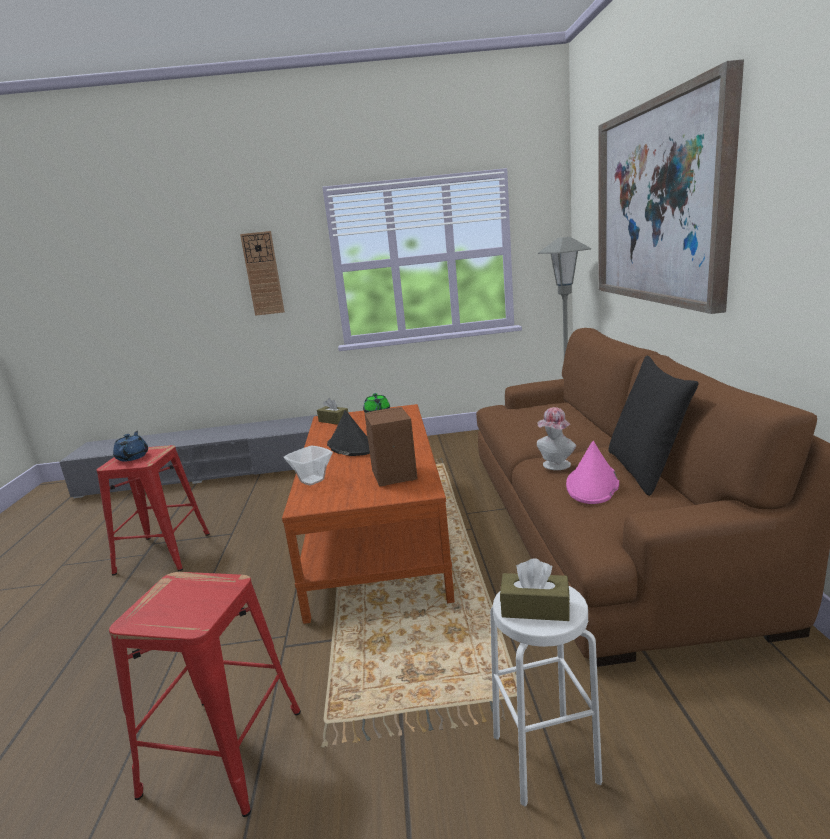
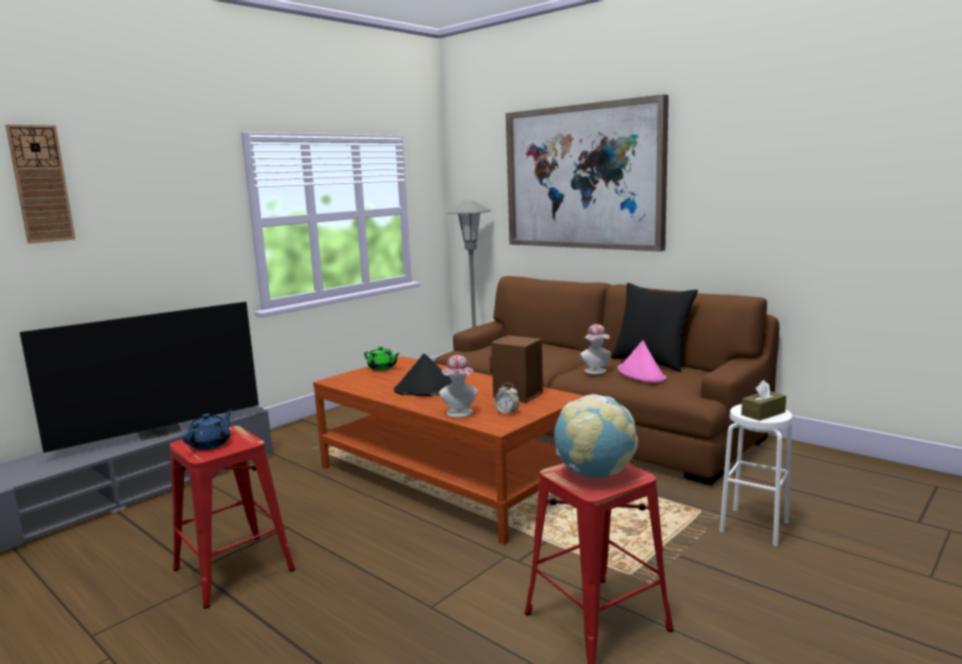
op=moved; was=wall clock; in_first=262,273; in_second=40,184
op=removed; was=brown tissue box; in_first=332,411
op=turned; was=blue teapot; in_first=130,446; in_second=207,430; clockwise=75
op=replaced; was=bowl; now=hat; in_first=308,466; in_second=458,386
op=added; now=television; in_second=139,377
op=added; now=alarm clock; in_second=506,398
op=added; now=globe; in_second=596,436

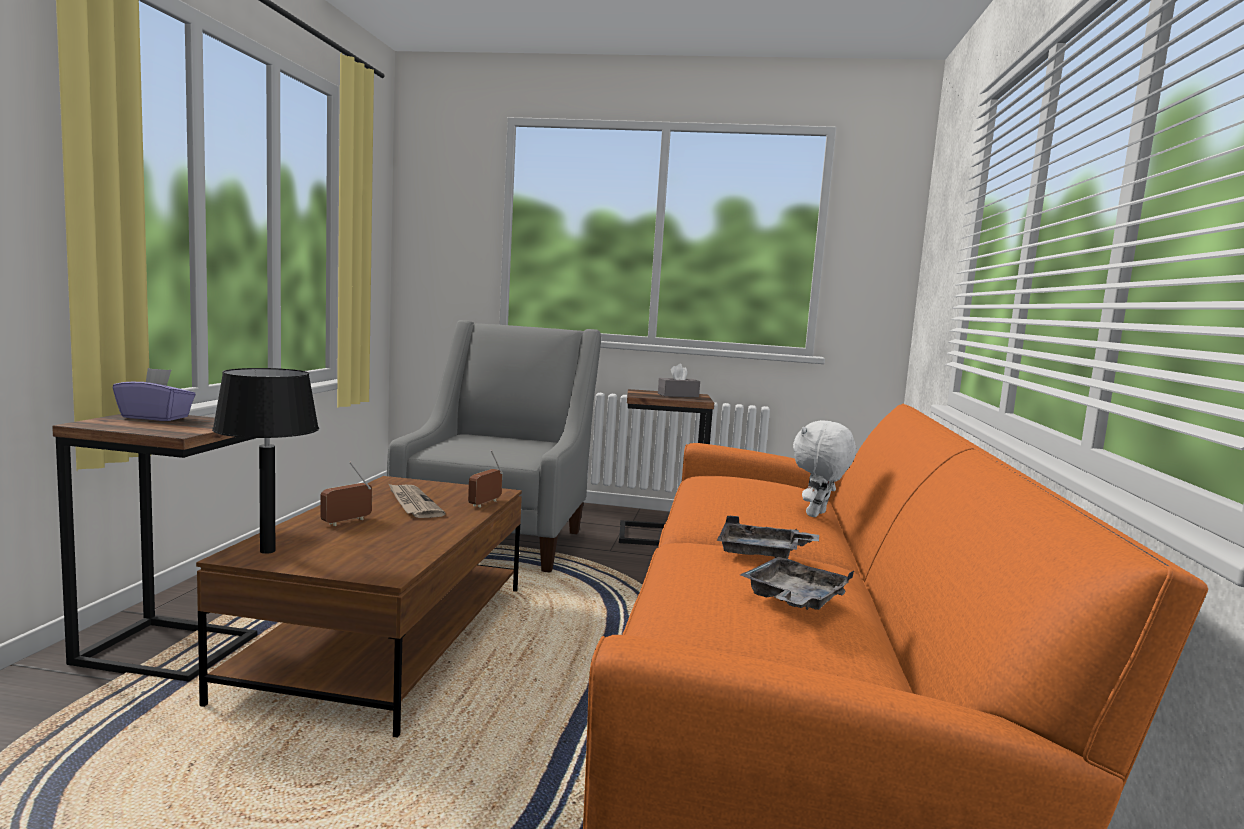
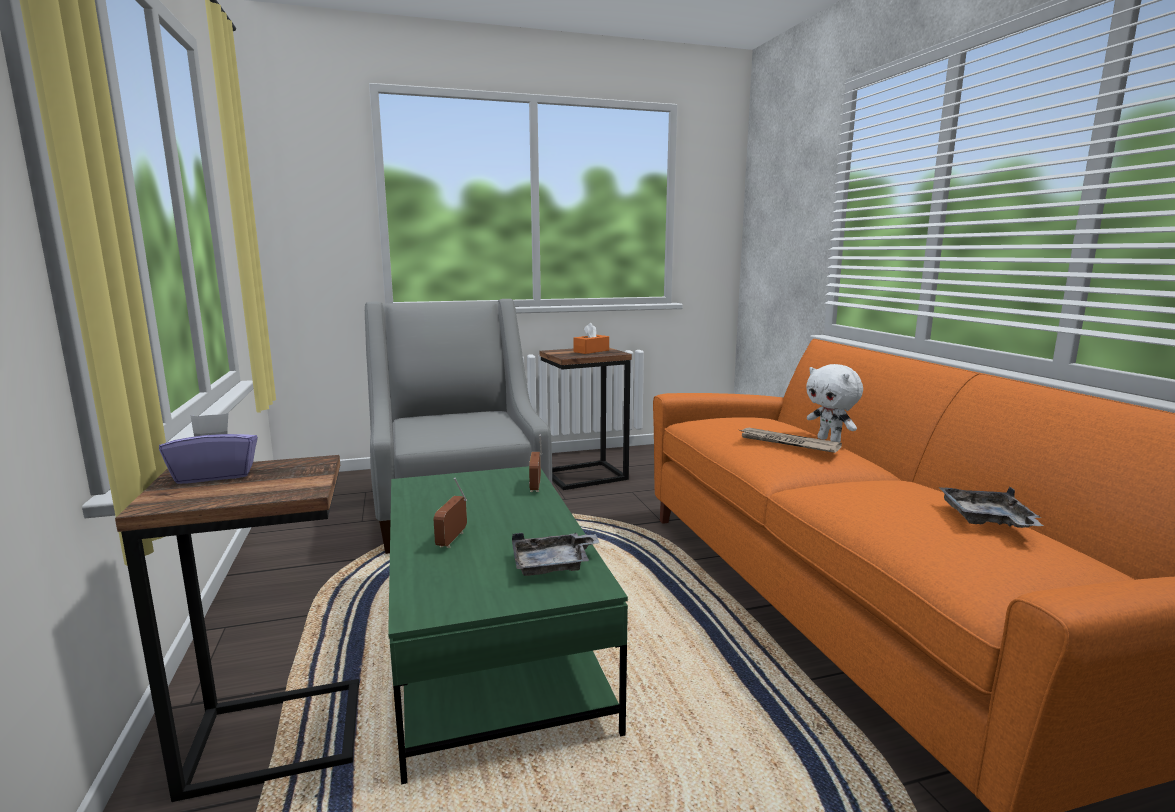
op=recoloured; was=grey tissue box; now=orange tissue box; in_first=679,380; in_second=591,338
op=removed; was=black table lamp; in_first=265,461
op=turned; was=white plush toy; in_first=824,468; in_second=834,403; clockwise=-45
op=recoloured; was=brown coffee table; now=green coffee table; in_first=359,607; in_second=508,625
op=moved; was=newspaper; in_first=416,500; in_second=790,440
op=moved; was=grey tray; in_first=768,537; in_second=555,554

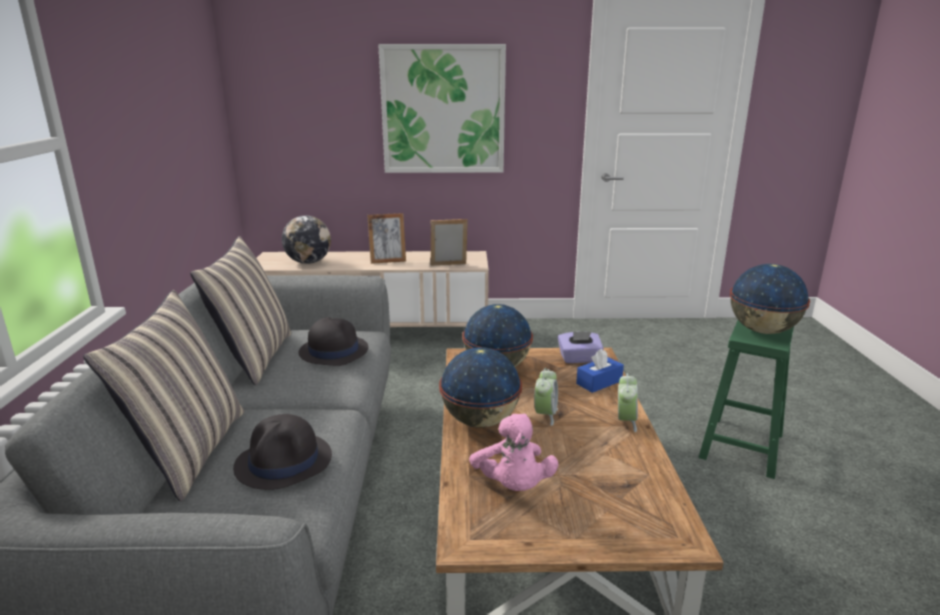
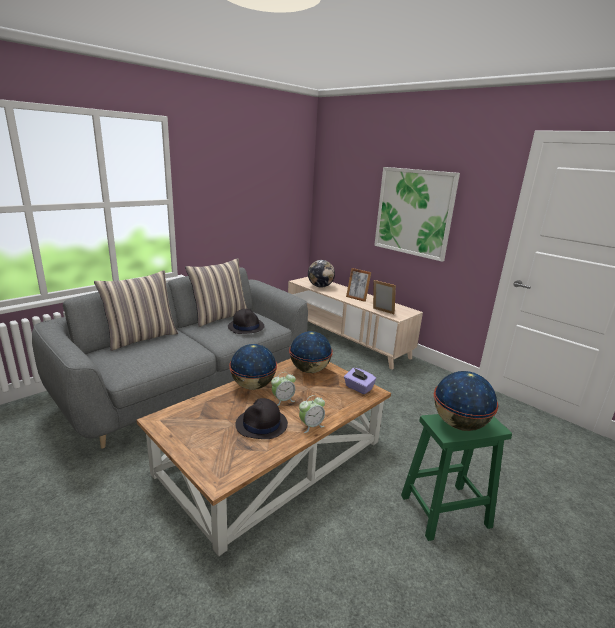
op=removed; was=blue tissue box; in_first=600,371
op=moved; was=black hat; in_first=282,452; in_second=261,418
op=removed; was=pink plush toy; in_first=514,452

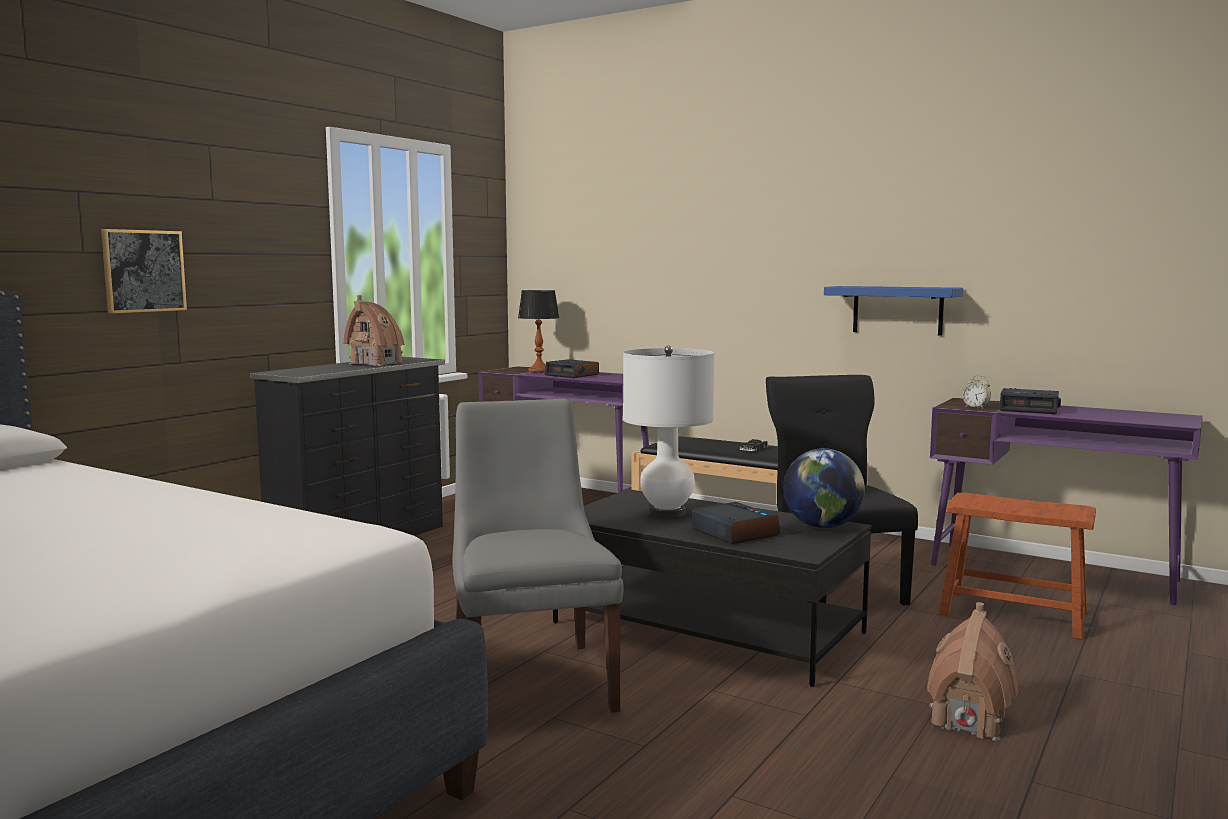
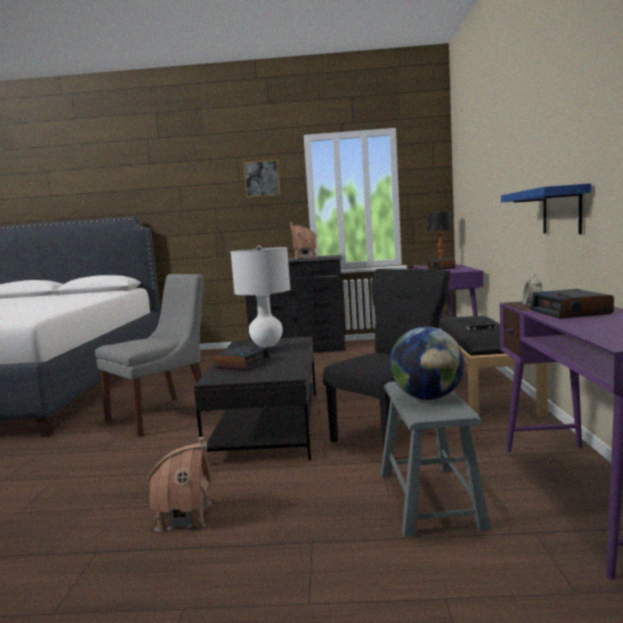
op=moved; was=picture; in_first=144,271; in_second=262,179
op=moved; was=globe; in_first=824,488; in_second=427,363
op=recoloured; was=brown stool; now=grey stool; in_first=1017,566; in_second=436,459

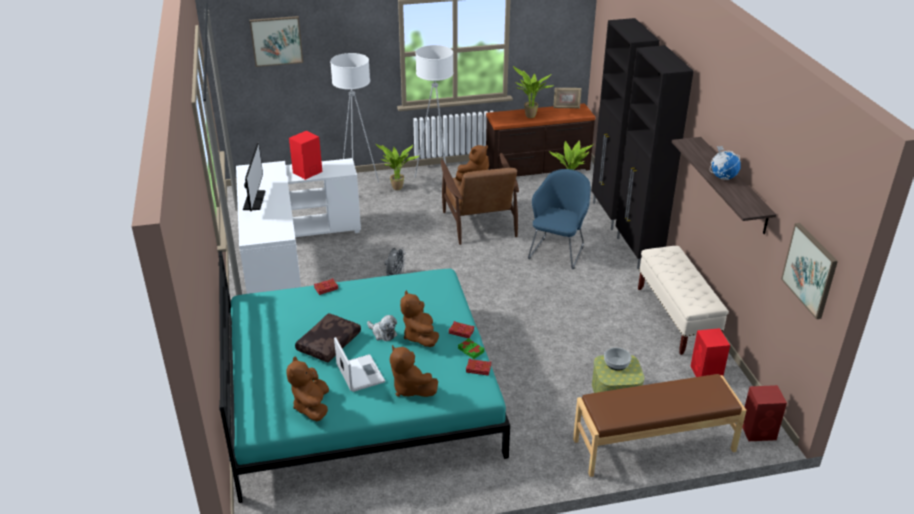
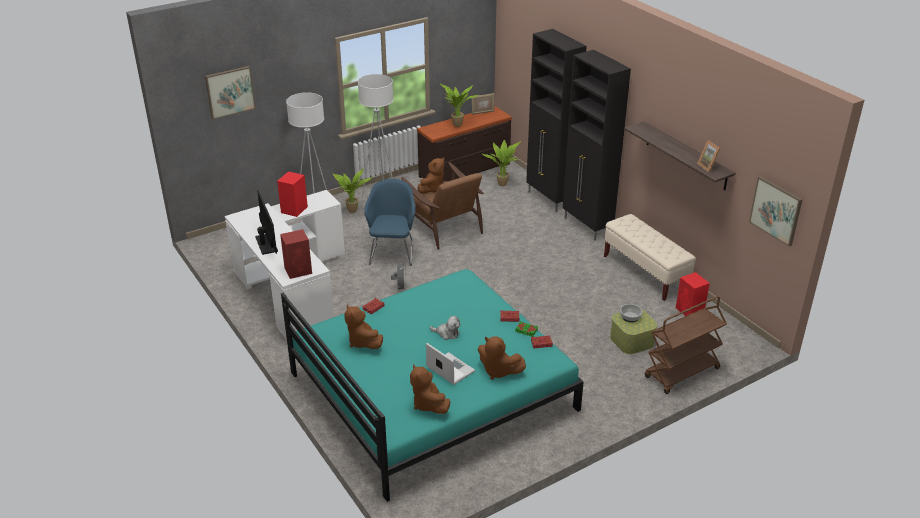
op=removed; was=globe; in_first=725,163
op=moved; was=blue armchair; in_first=559,219; in_second=390,222
op=moved; was=brown plush toy; in_first=419,318; in_second=363,326
op=removed; was=brown pillow; in_first=328,337
op=replaced; was=brown bench; now=brown cart; in_first=660,425; in_second=686,345
op=moved; was=red speaker; in_first=764,413; in_second=296,254
op=added; now=picture frame; in_second=709,156

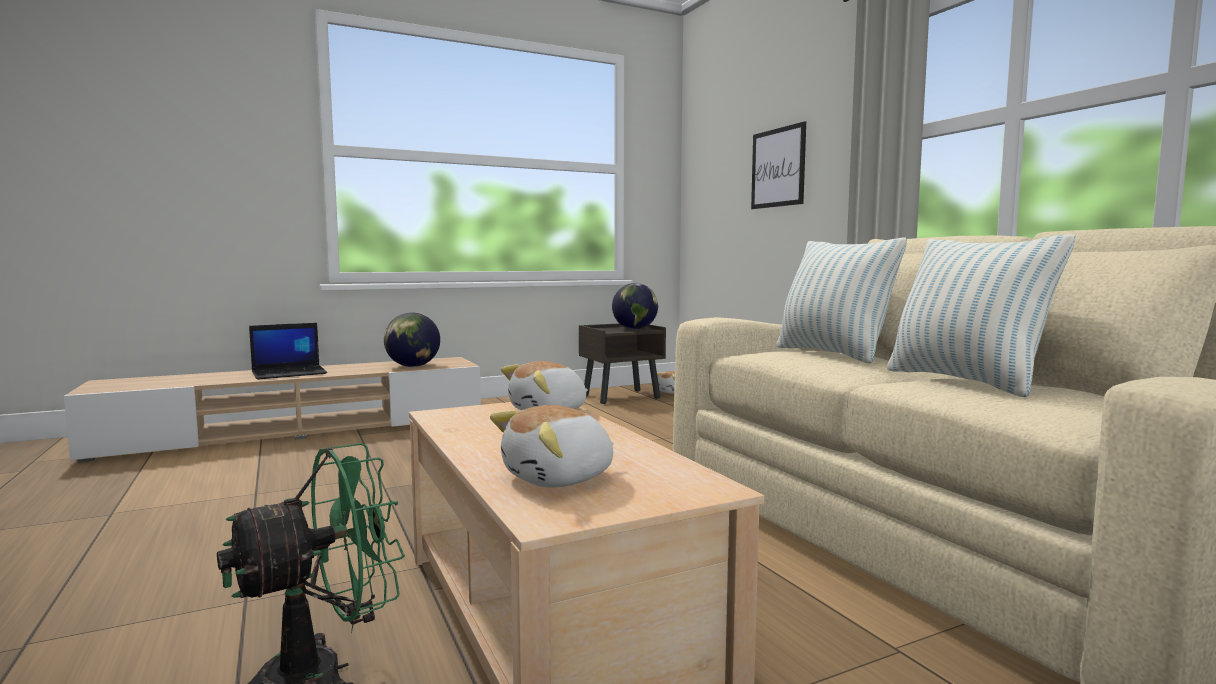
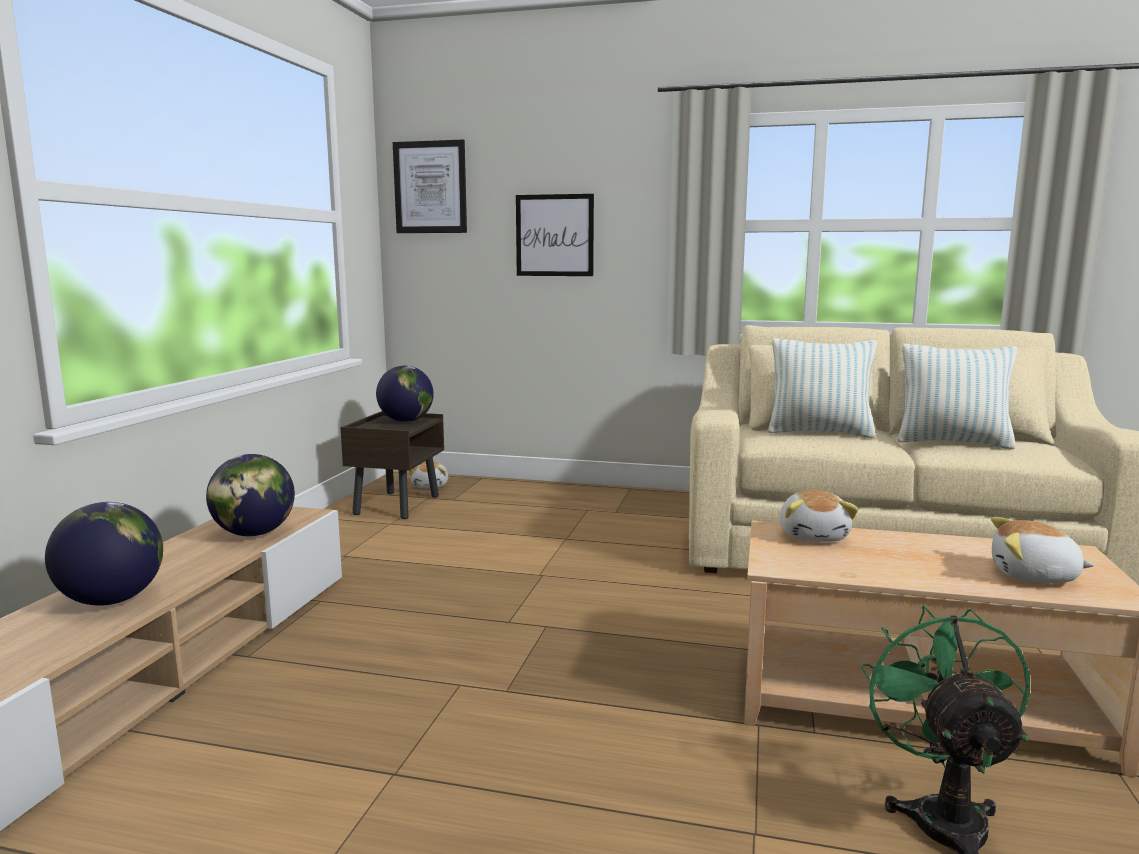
op=replaced; was=laptop; now=globe; in_first=288,351; in_second=104,554
op=turned; was=plush toy; in_first=552,446; in_second=1043,550; clockwise=105
op=added; now=picture; in_second=430,186

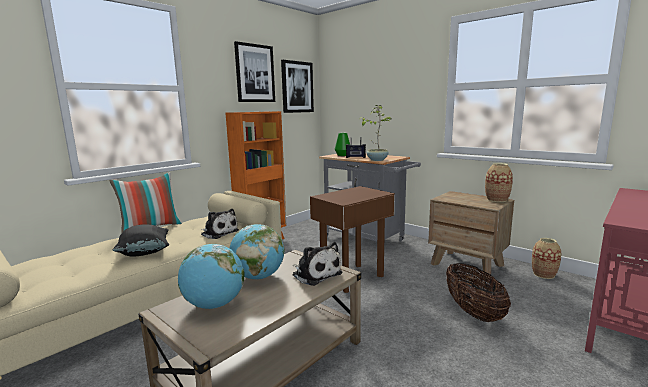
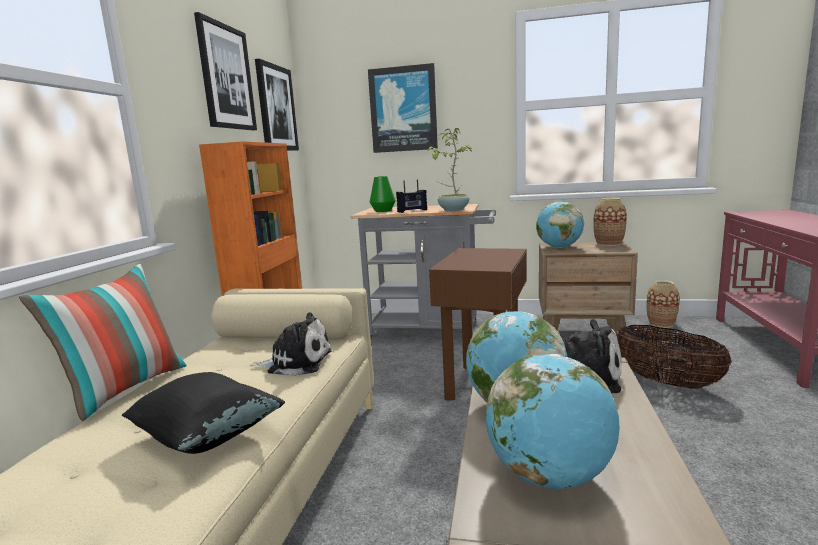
op=added; now=picture; in_second=403,108
op=added; now=globe; in_second=560,225

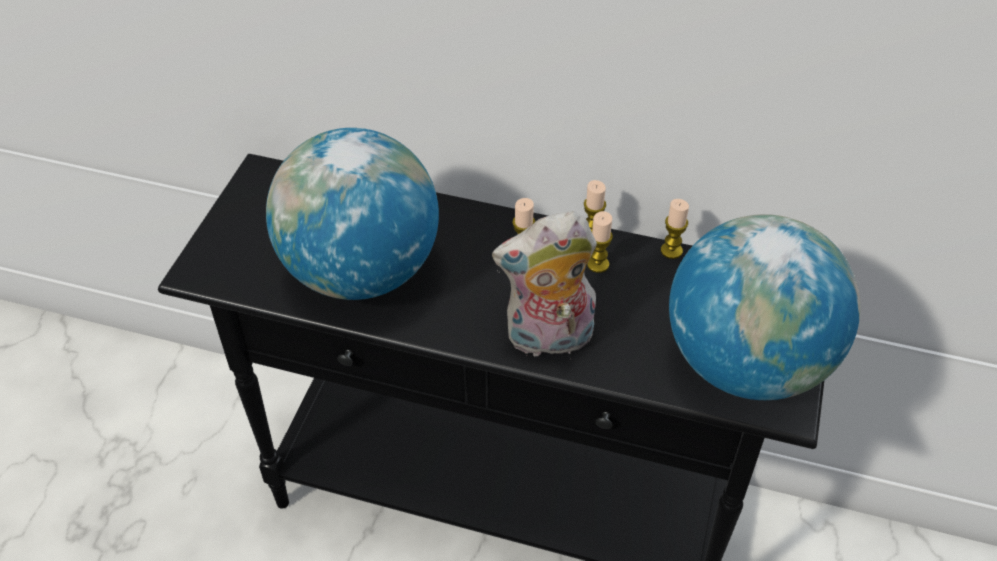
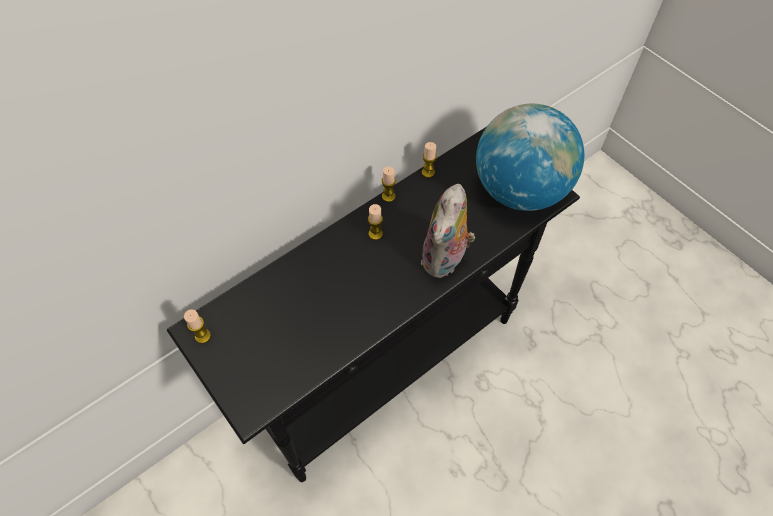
op=removed; was=globe; in_first=352,214
op=moved; was=candle; in_first=600,242; in_second=197,326

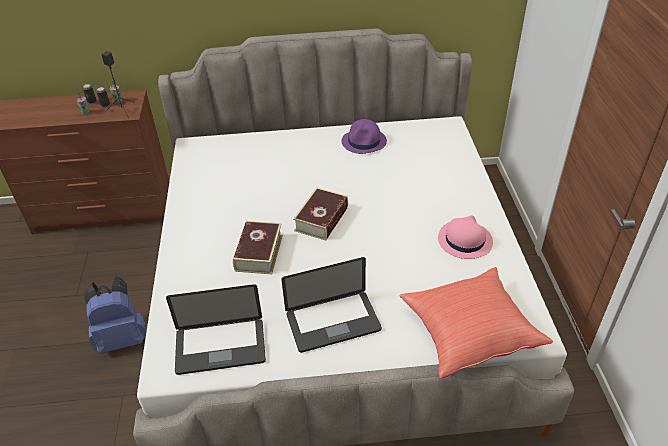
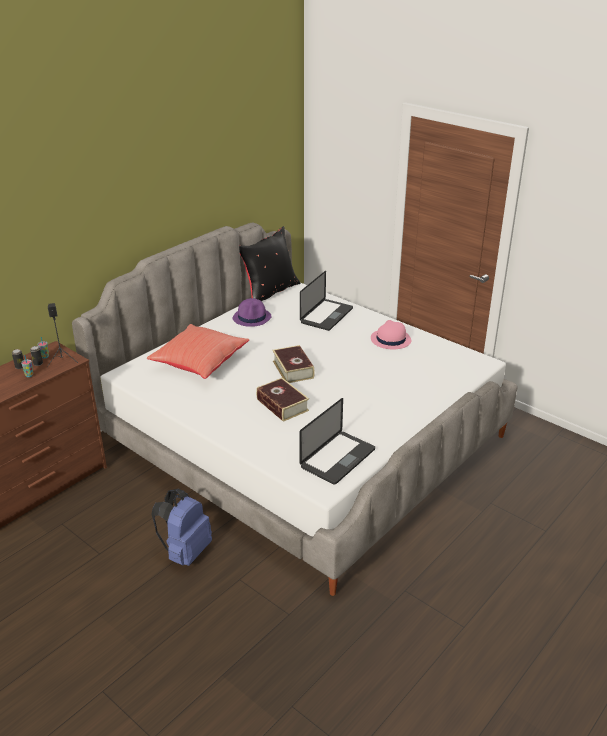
op=moved; was=laptop; in_first=331,305; in_second=326,301
op=moved; was=red pillow; in_first=476,322; in_second=198,351
op=added; now=black pillow; in_second=270,263

